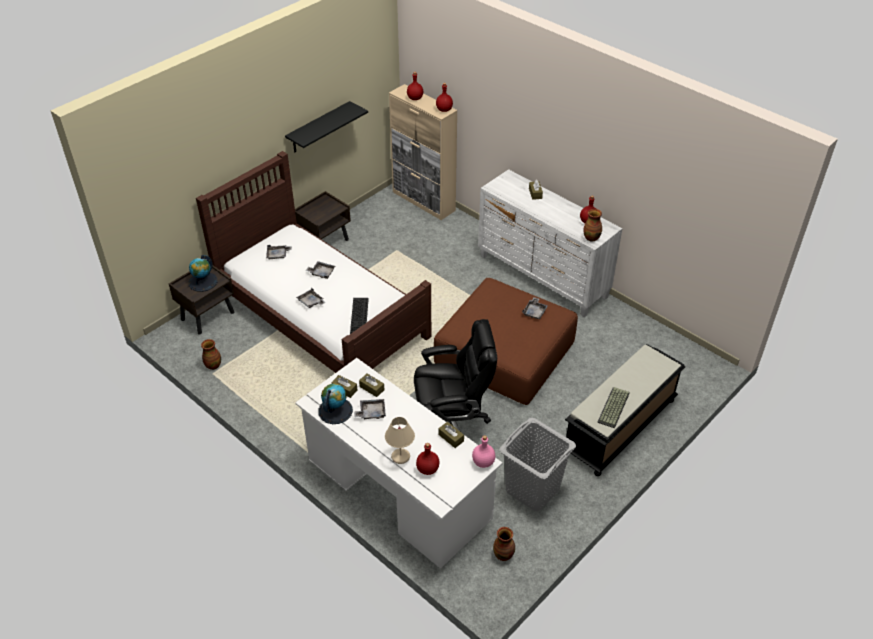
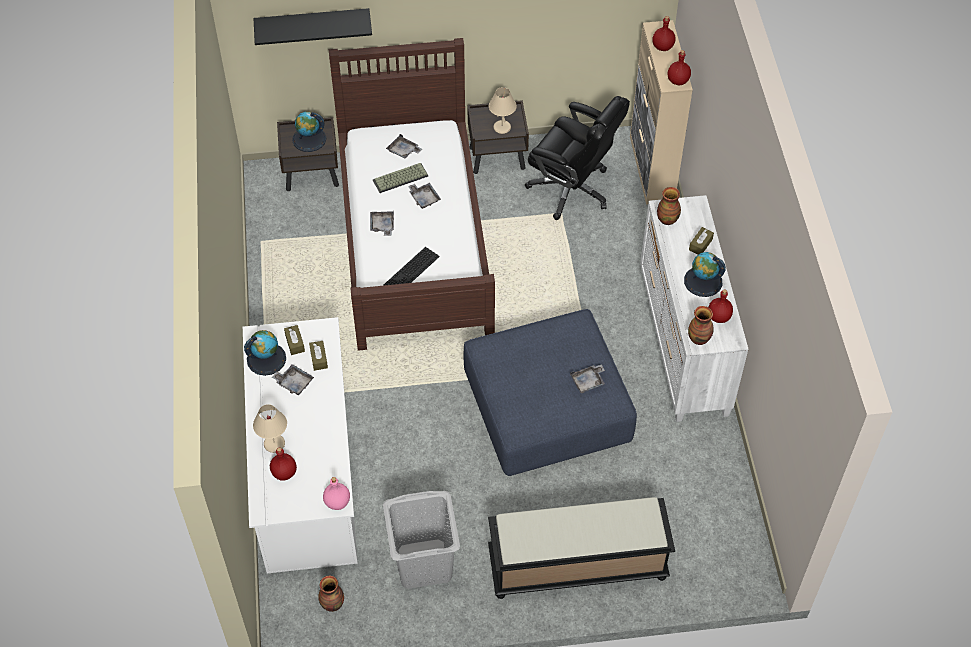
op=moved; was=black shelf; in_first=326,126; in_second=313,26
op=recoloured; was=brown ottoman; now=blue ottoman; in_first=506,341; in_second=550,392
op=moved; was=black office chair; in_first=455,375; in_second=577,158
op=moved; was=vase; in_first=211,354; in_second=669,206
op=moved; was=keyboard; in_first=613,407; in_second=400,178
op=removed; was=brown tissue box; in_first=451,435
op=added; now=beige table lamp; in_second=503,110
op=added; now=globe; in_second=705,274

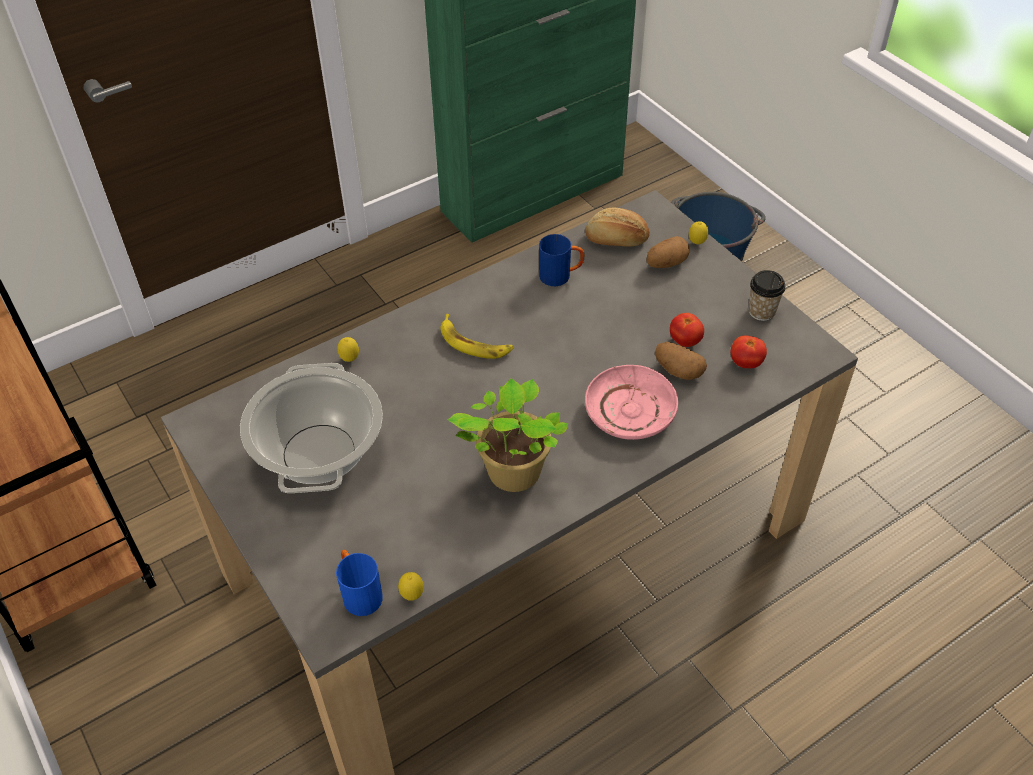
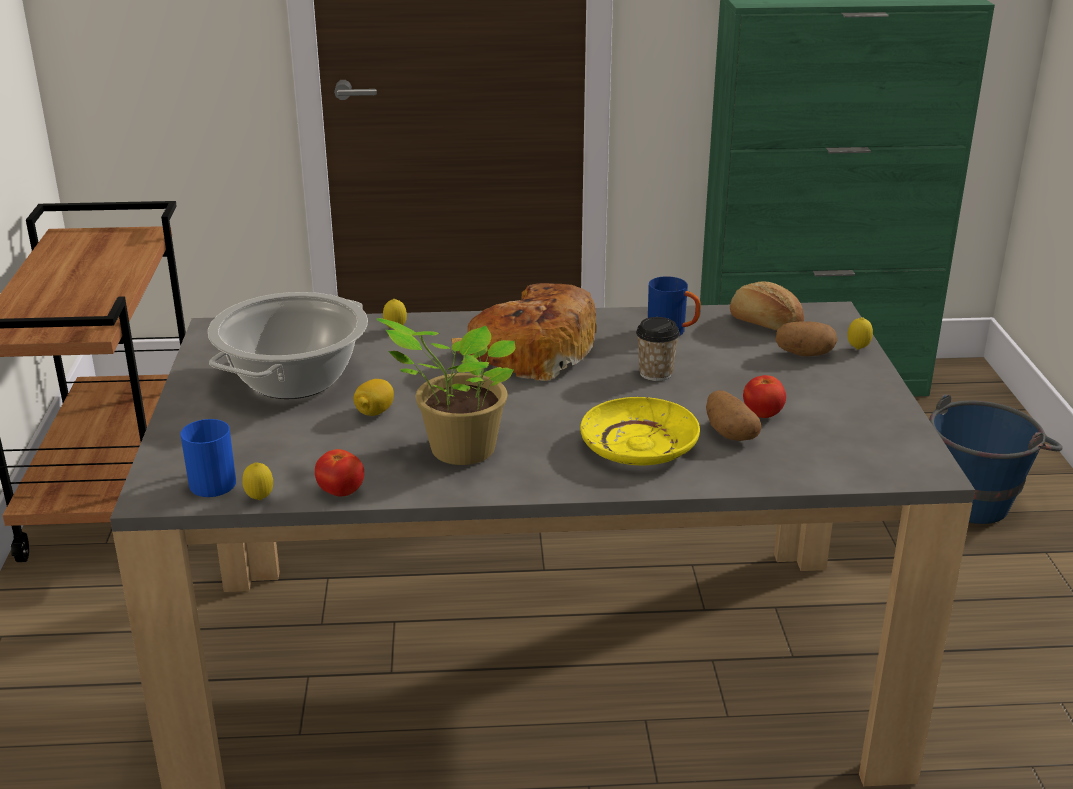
op=moved; was=cup; in_first=767,295; in_second=658,349
op=replaced; was=banana; now=bread; in_first=477,336; in_second=524,332
op=moved; was=tomato; in_first=749,351; in_second=339,472
op=recoloured; was=pink plate; now=yellow plate; in_first=631,402; in_second=640,431
op=added; now=lemon; in_second=373,397

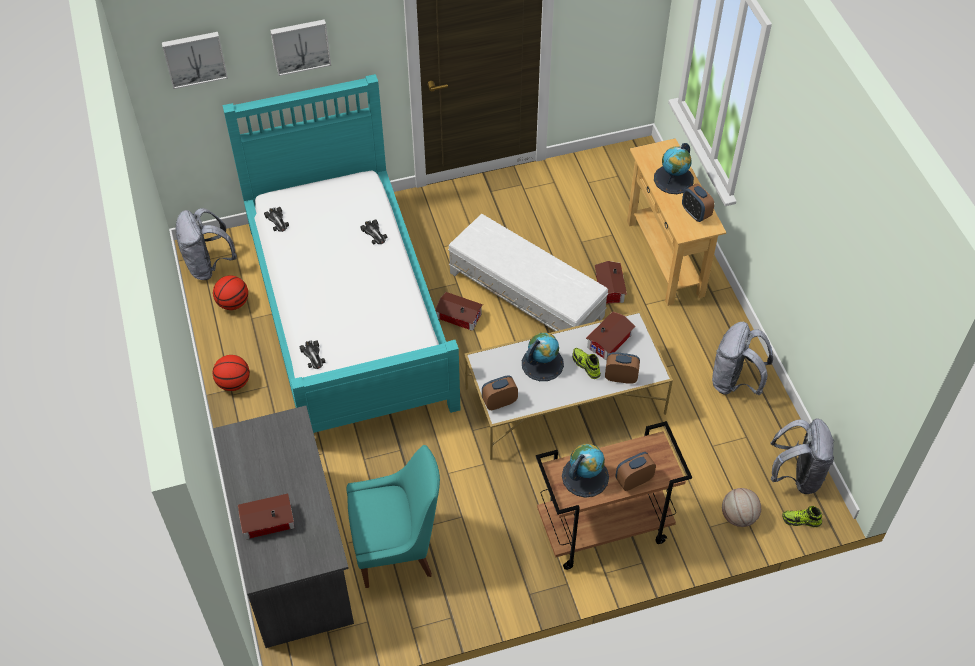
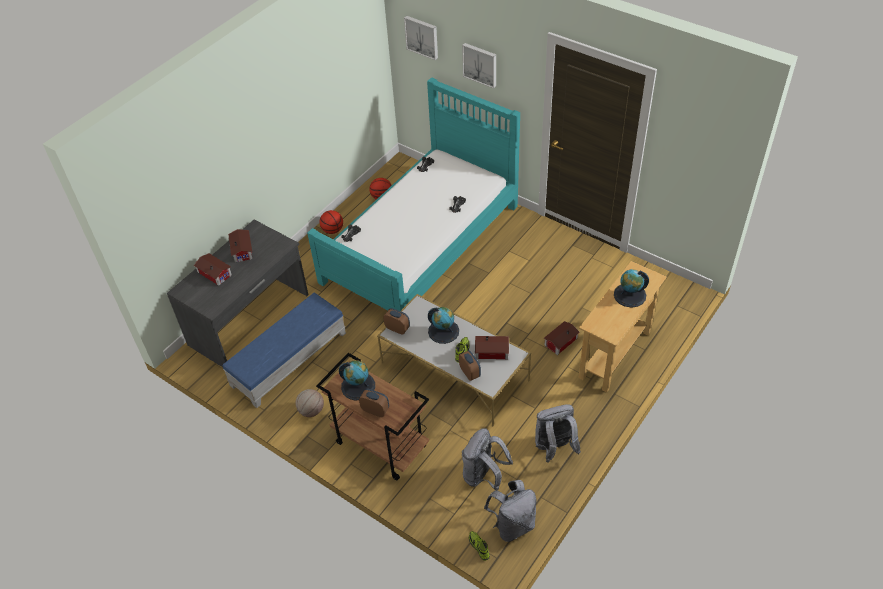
op=removed; was=alarm clock; in_first=698,203
op=moved; was=grey backpack; in_first=206,244; in_second=487,459
op=removed; was=white ottoman; in_first=528,272
op=moved; was=toy house; in_first=459,311; in_second=240,246
op=replaced; was=turquoise chair; now=blue ottoman; in_first=393,516; in_second=284,350
op=moved; was=basketball; in_first=741,507; in_second=309,403

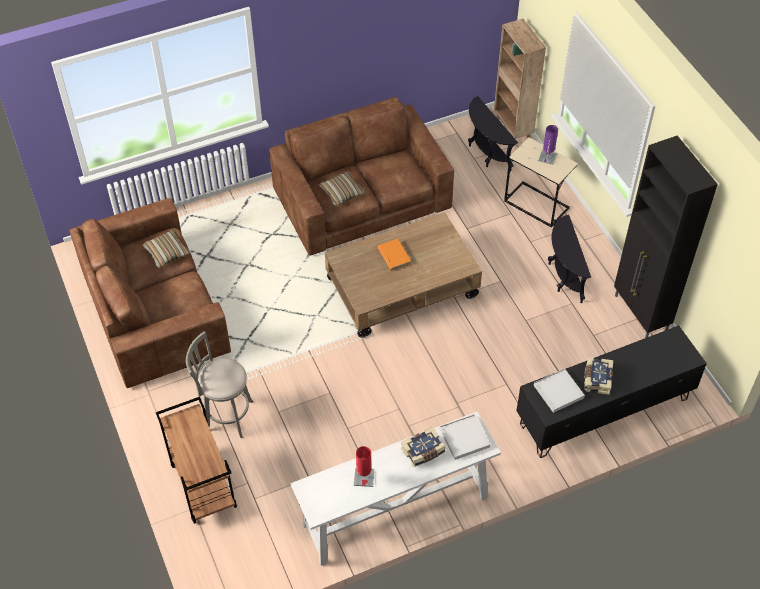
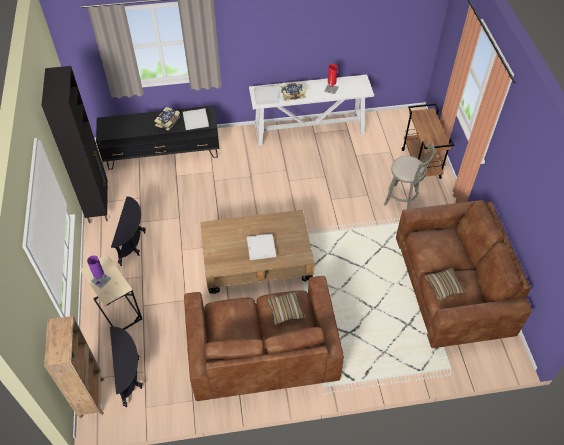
op=replaced; was=orange book; now=white tray; in_first=394,255; in_second=261,247

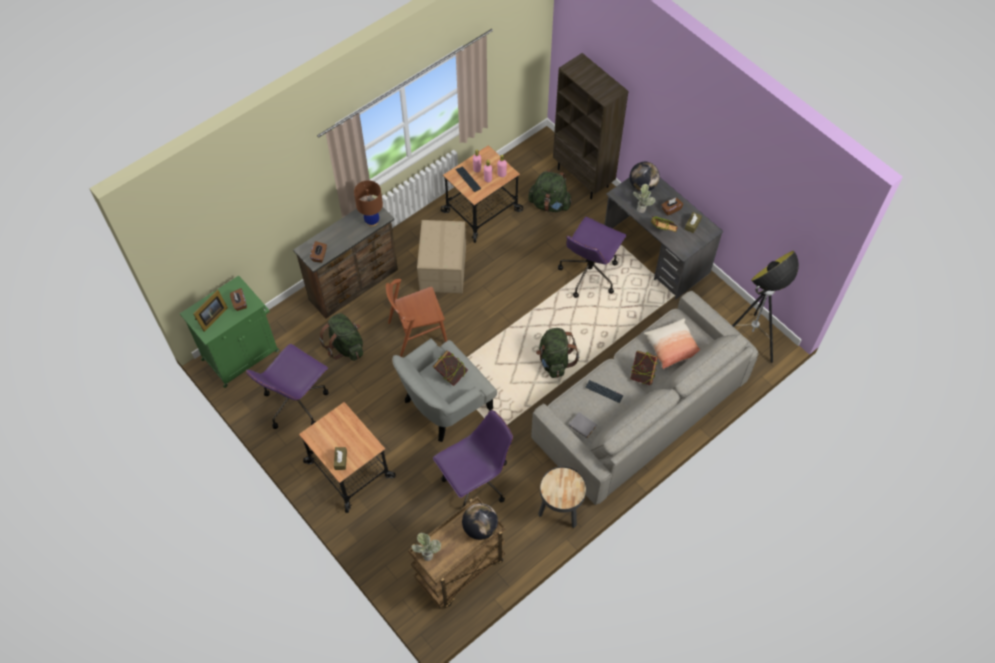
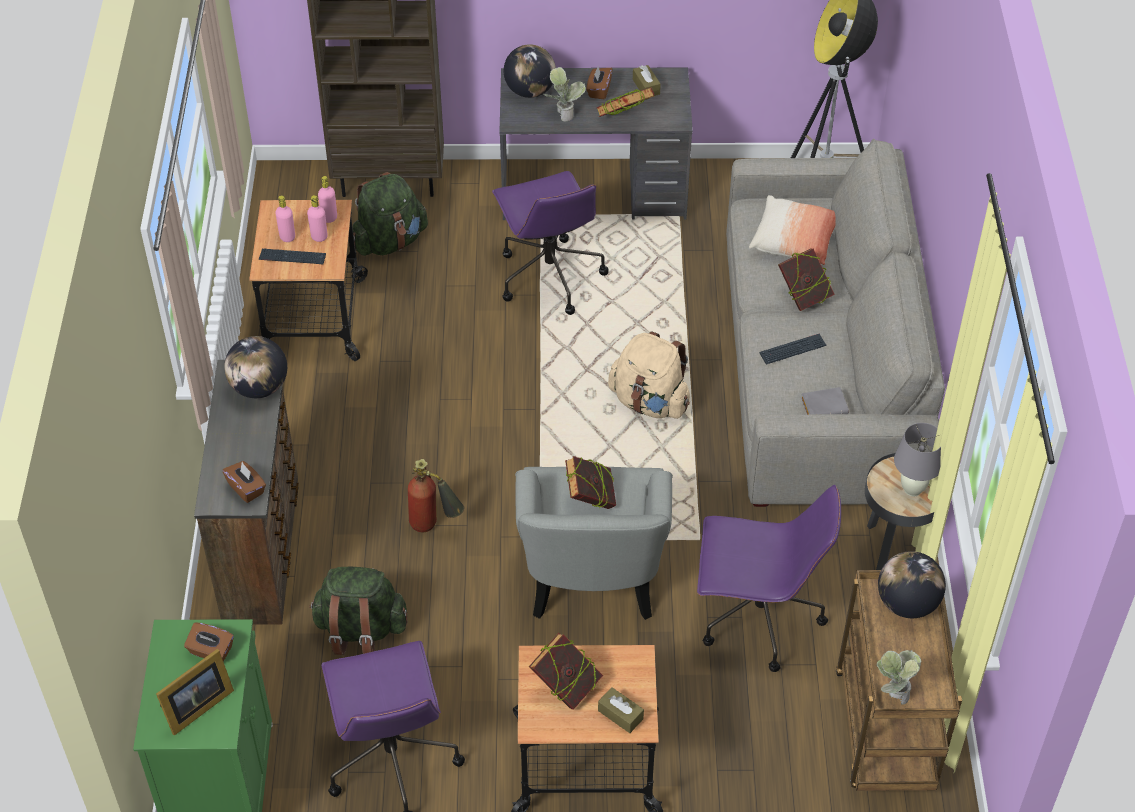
op=replaced; was=brown table lamp; now=globe; in_first=368,203; in_second=255,367
op=removed; was=cardboard box; in_first=441,256
op=replaced; was=brown chair; now=fire extinguisher; in_first=416,318; in_second=436,495
op=turned; was=picture frame; in_first=210,311; in_second=195,692; clockwise=60
op=recoloured; was=green backpack; now=beige backpack; in_first=557,353; in_second=649,375
op=turned; was=purple office chair; in_first=473,459; in_second=769,578; clockwise=90
op=added; now=grey table lamp; in_second=917,460
op=added; now=book; in_second=566,671

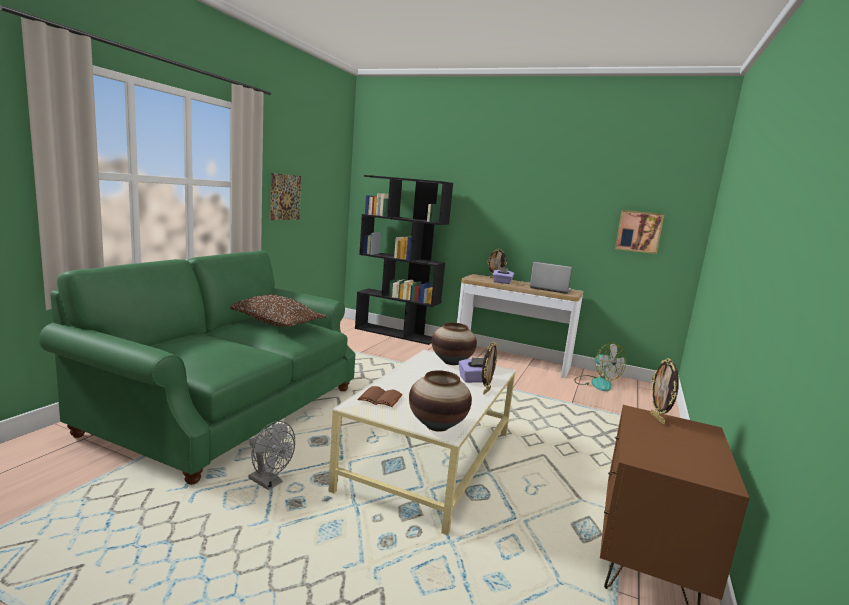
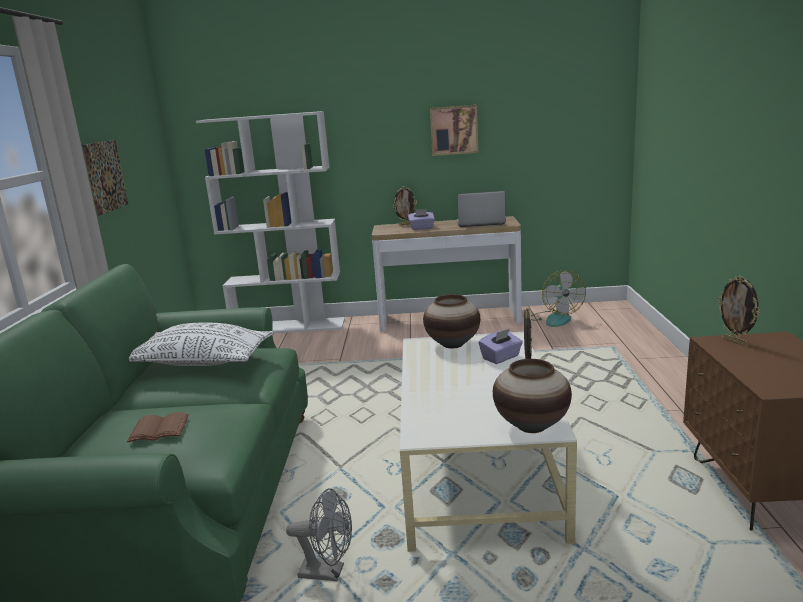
op=recoloured; was=black bookcase; now=white bookcase; in_first=404,260; in_second=270,222
op=moved; was=picture; in_first=639,232; in_second=454,130
op=recoloured; was=brown pillow; now=white pillow; in_first=278,310; in_second=201,344
op=turned; was=fan; in_first=600,366; in_second=558,298; clockwise=45
op=moved; was=brown book; in_first=380,396; in_second=158,427

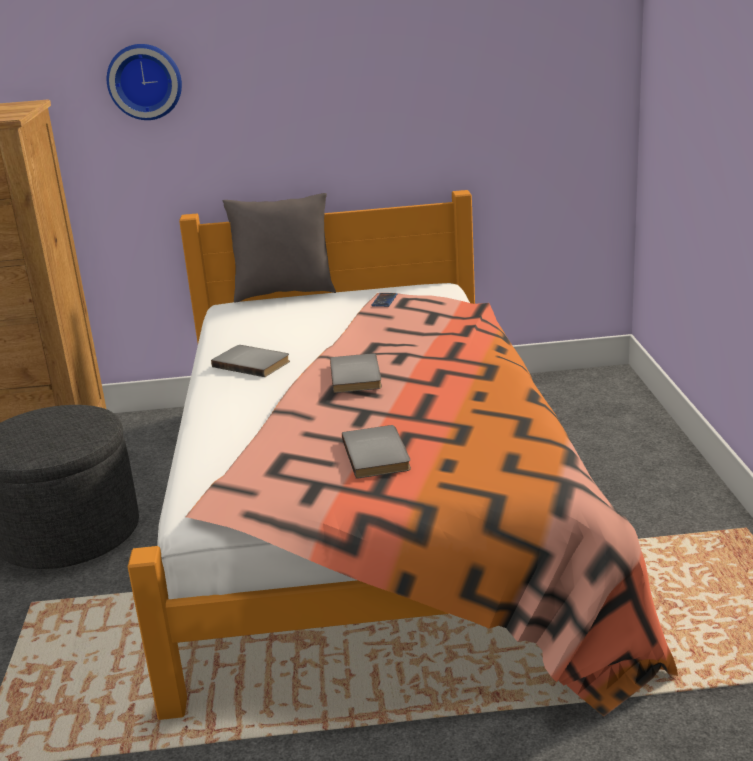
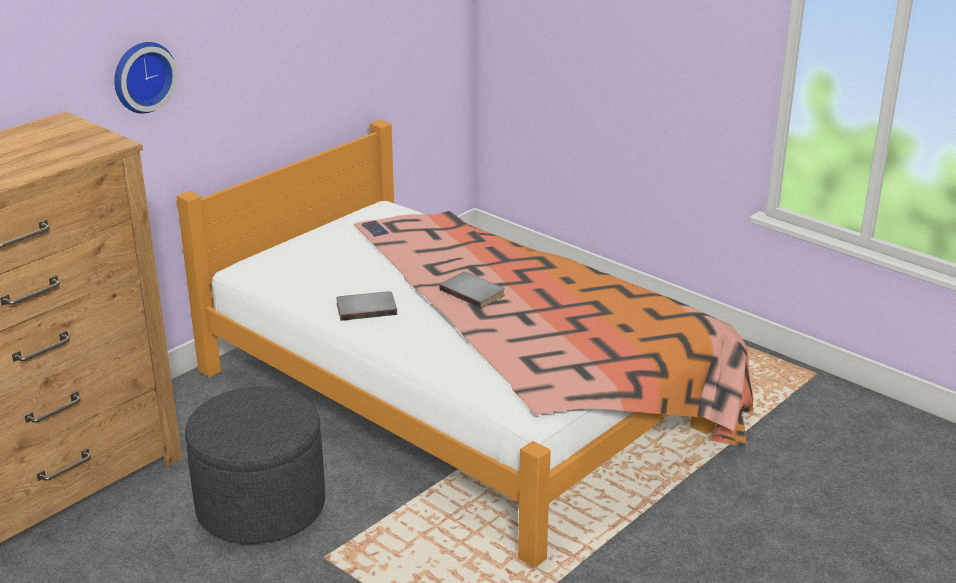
op=removed; was=grey pillow; in_first=279,247
op=removed; was=grey book; in_first=376,452

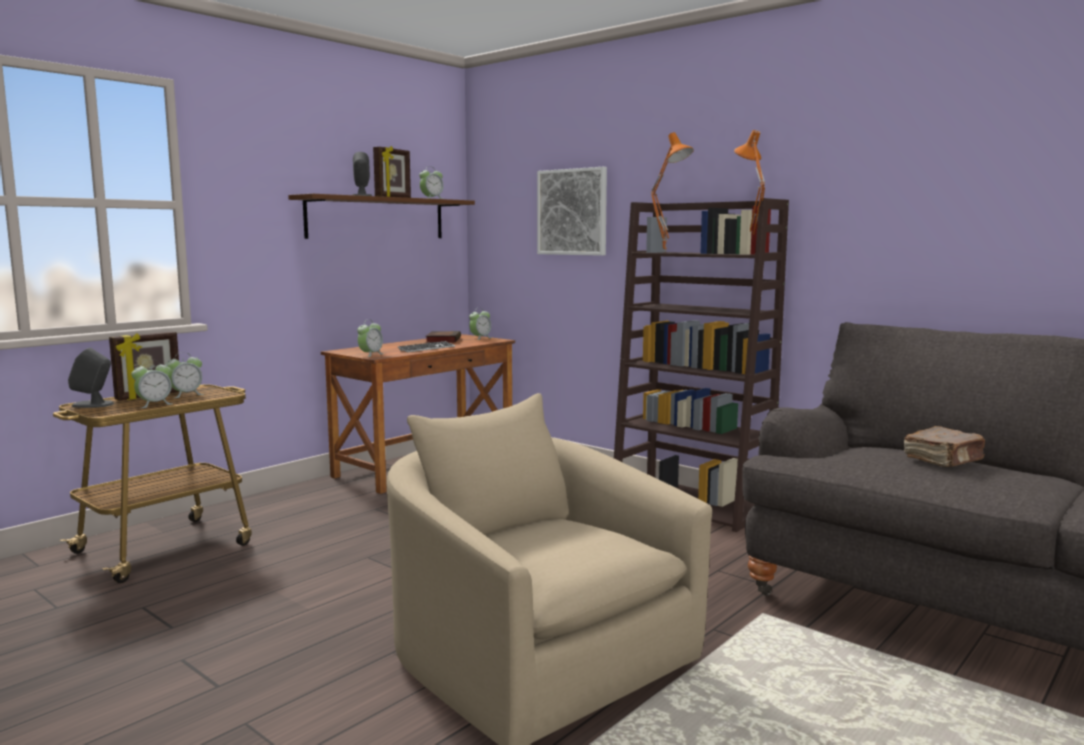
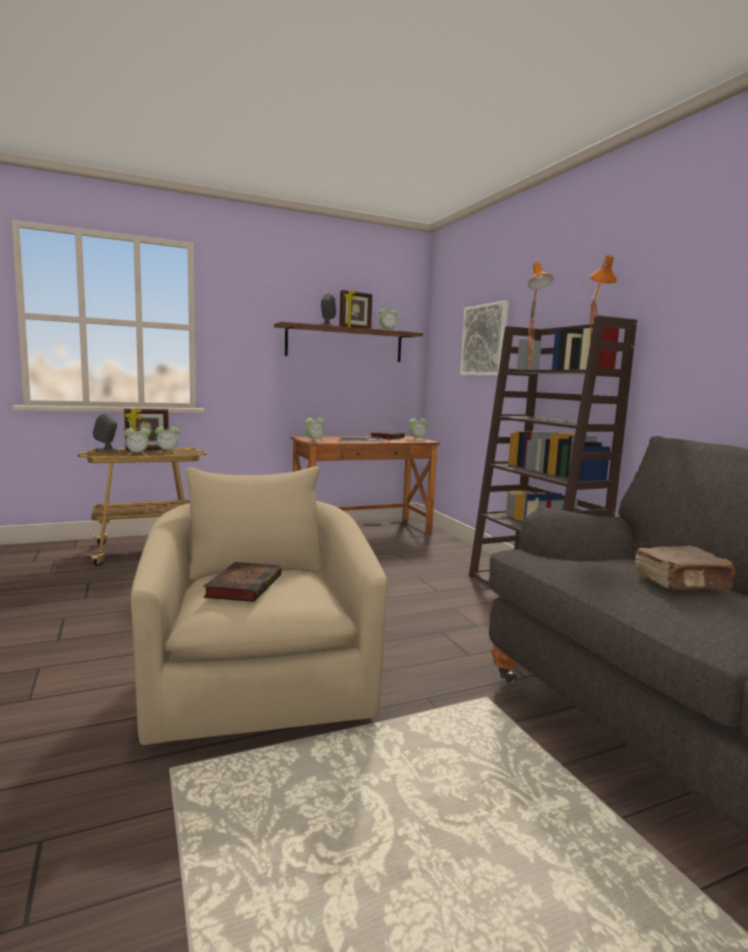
op=added; now=book; in_second=242,582

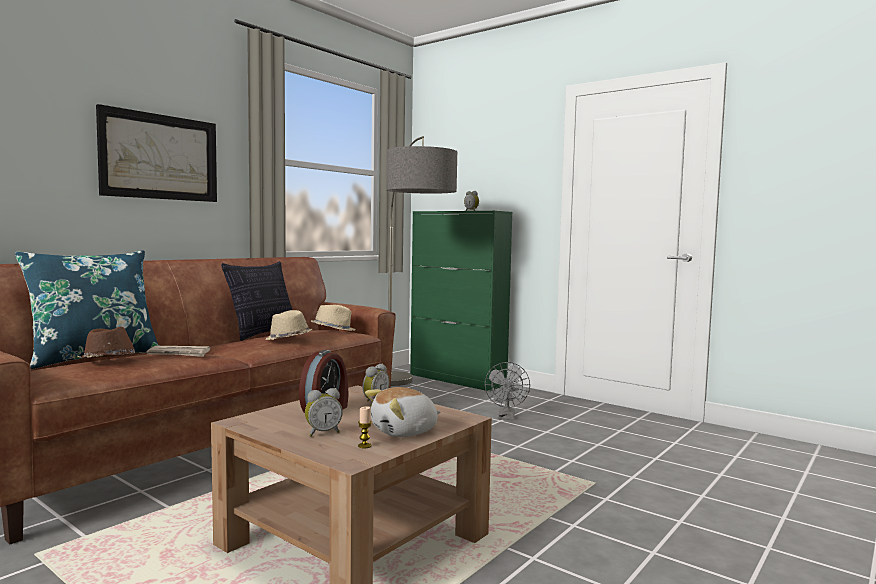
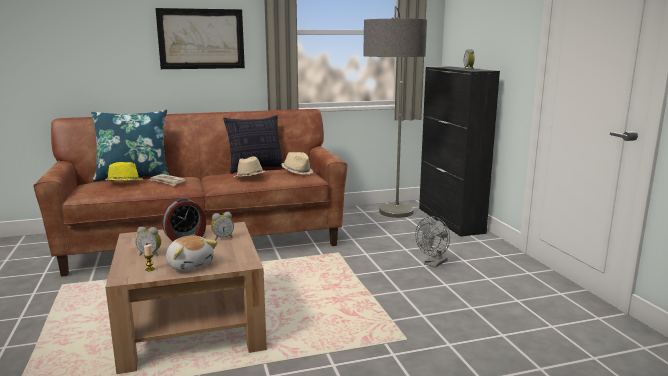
op=recoloured; was=green cabinet; now=black cabinet; in_first=461,301; in_second=459,151
op=recoloured; was=brown hat; now=yellow hat; in_first=109,343; in_second=124,171
op=turned; was=plush toy; in_first=402,412; in_second=191,253; clockwise=-135

